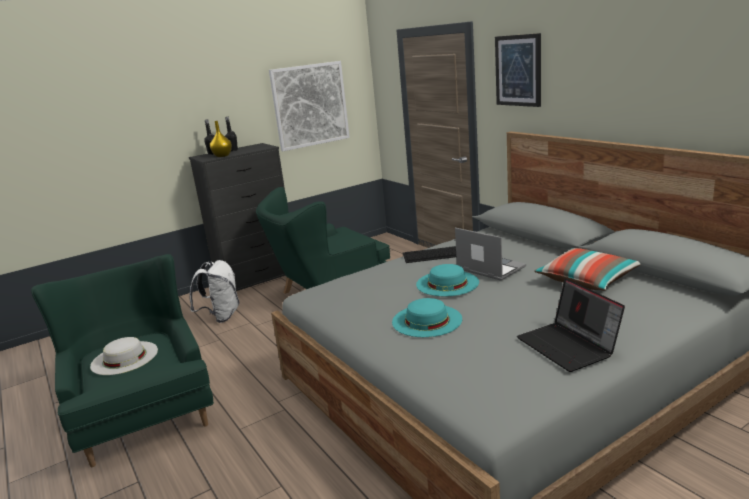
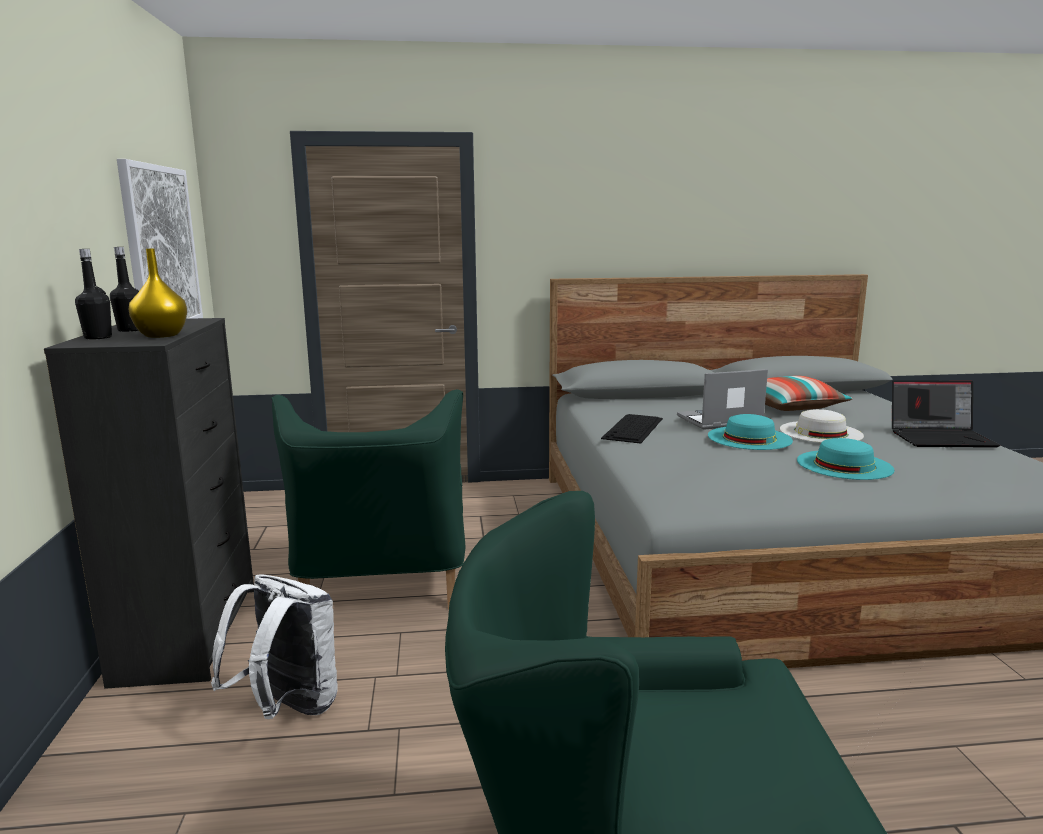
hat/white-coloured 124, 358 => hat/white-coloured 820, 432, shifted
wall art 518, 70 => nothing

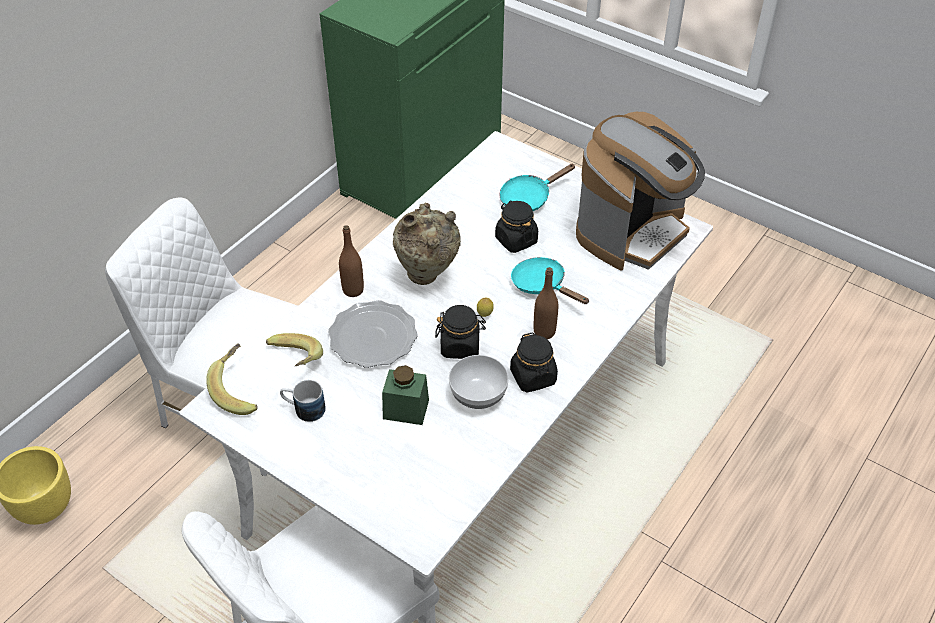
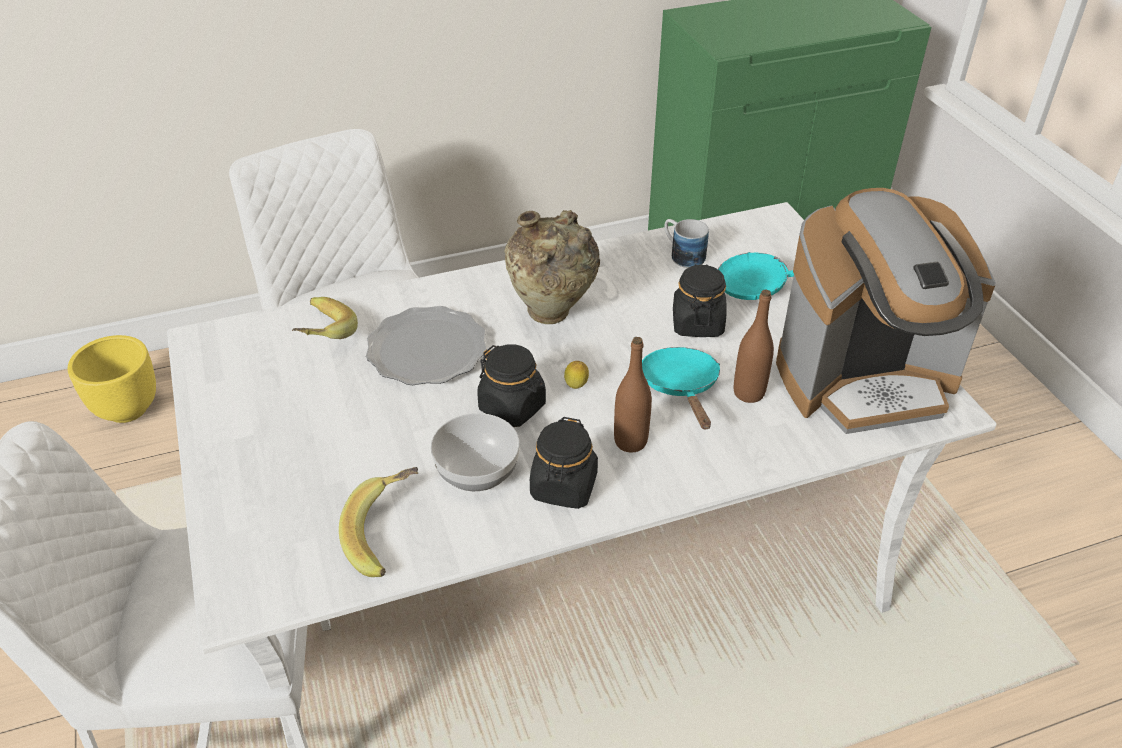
banana 239, 390 => banana 388, 535, shifted
tea mug 303, 409 => tea mug 682, 255, shifted
bottle/brown-coloured 353, 290 => bottle/brown-coloured 748, 393, shifted
preserve jar/green 406, 409 => nothing

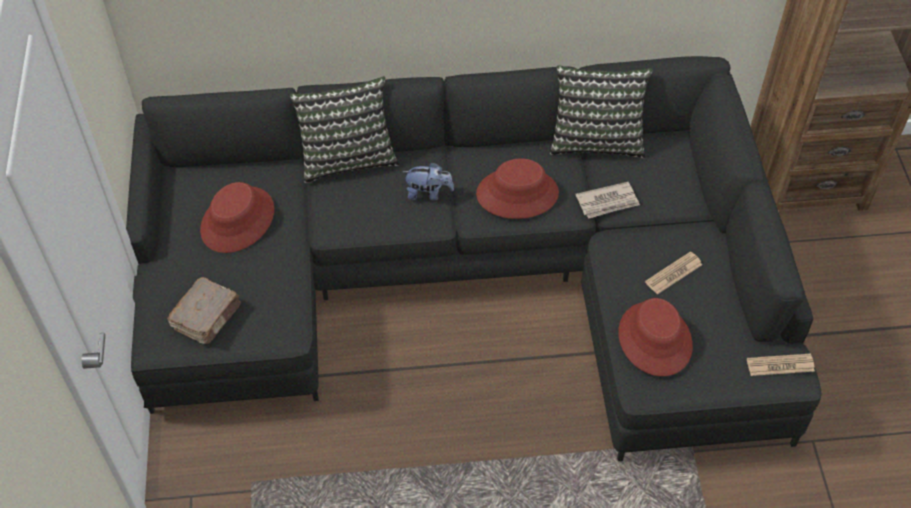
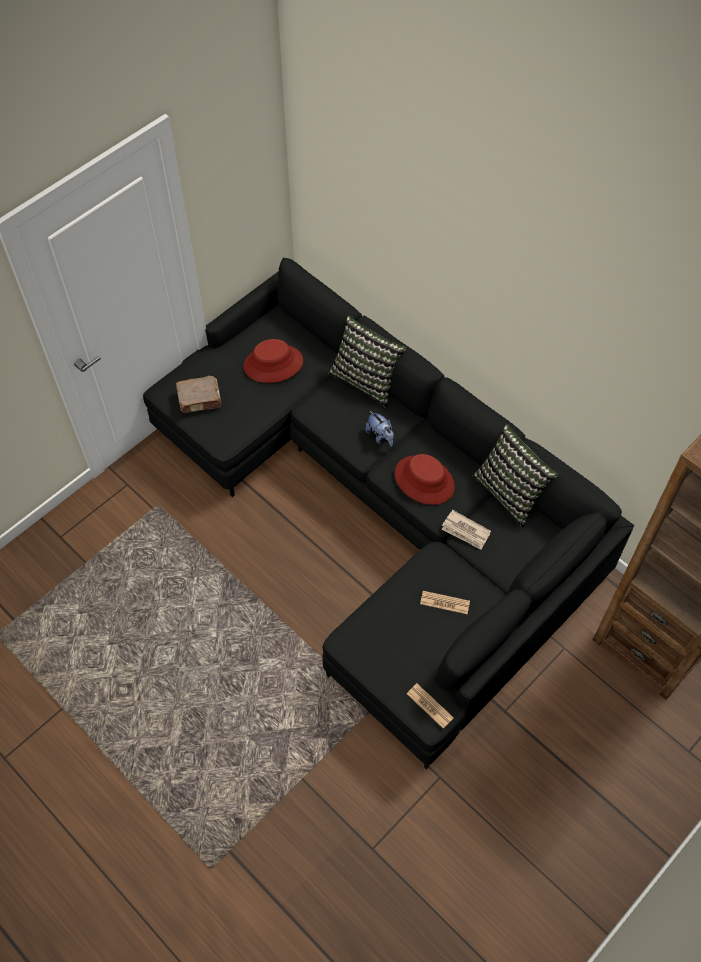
hat/red-coloured 654, 339 => nothing

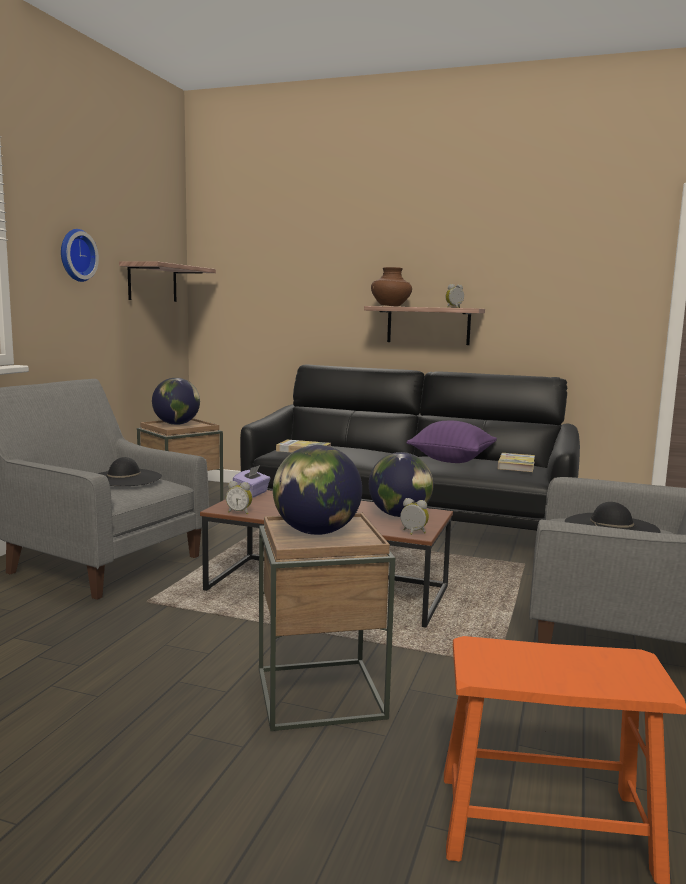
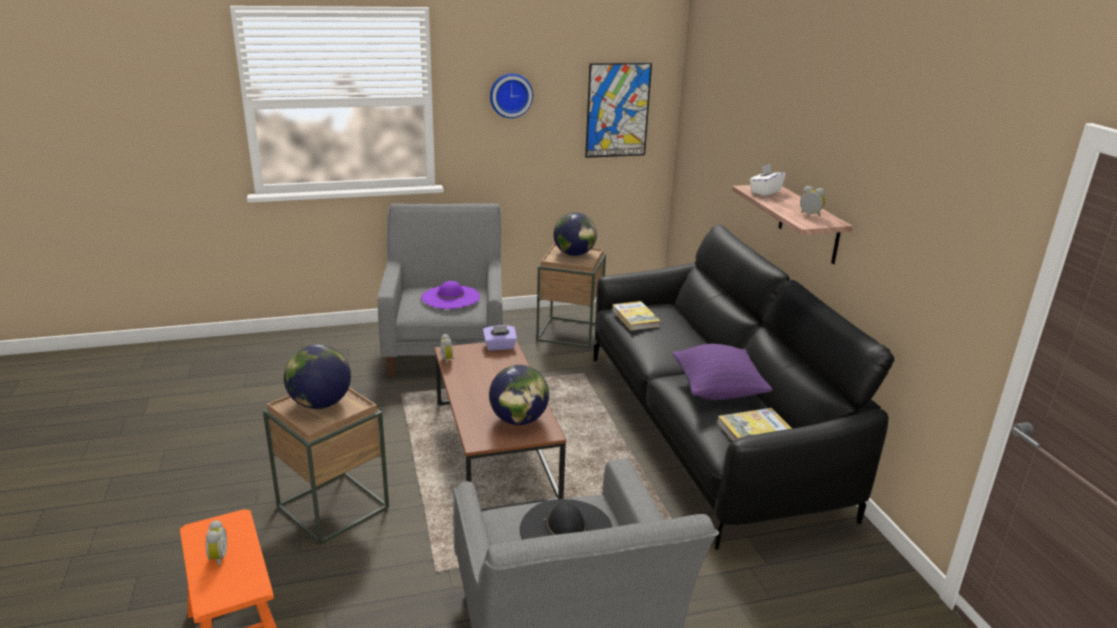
table clock 413, 533 => table clock 217, 558, shifted
hat/black 124, 478 => hat/purplish 450, 297
wall shelf 152, 283 => wall art 617, 110
vase/brown-coloured 391, 306 => tissue holder/white-coloured 765, 191

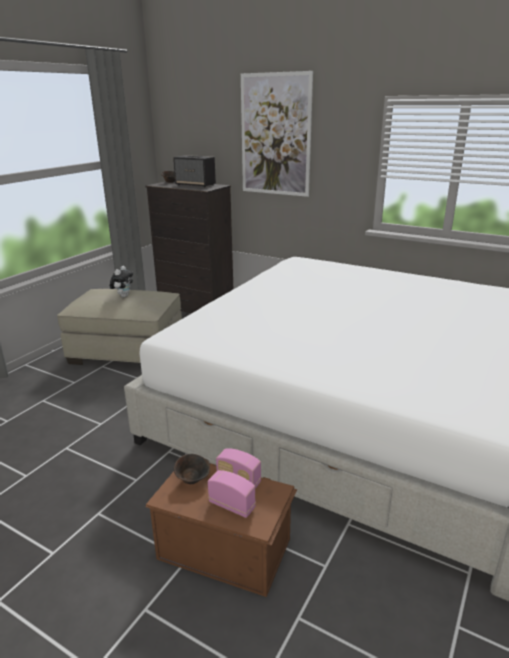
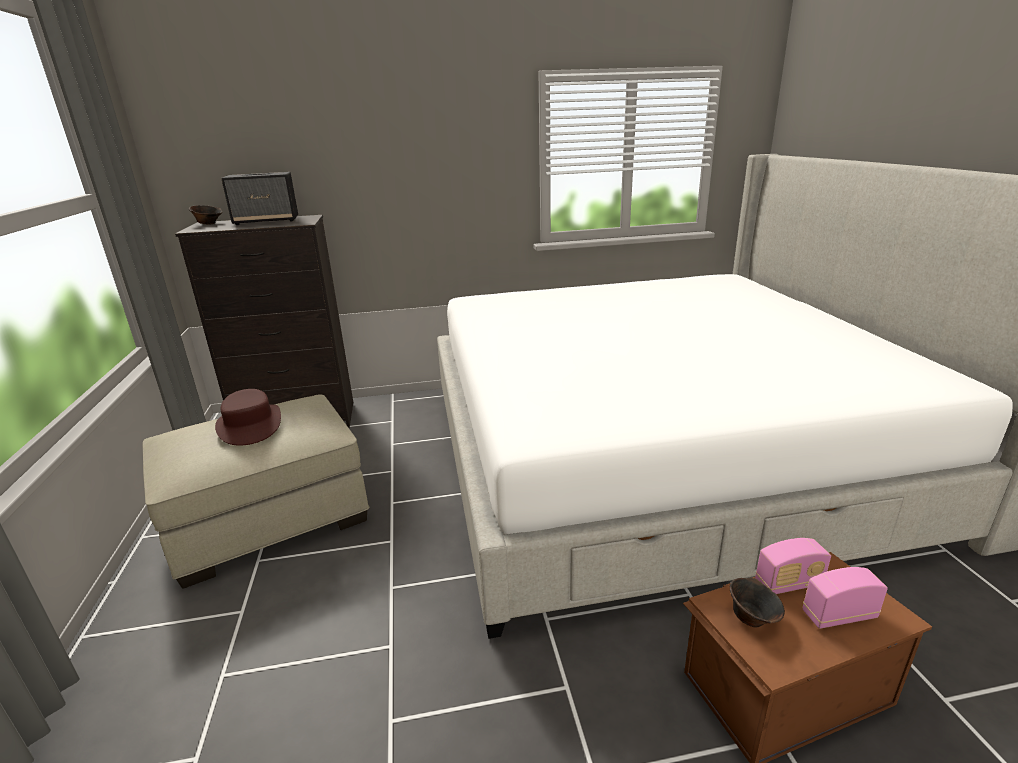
plush toy 123, 296 => hat/brown-coloured 250, 425
wall art 275, 135 => nothing

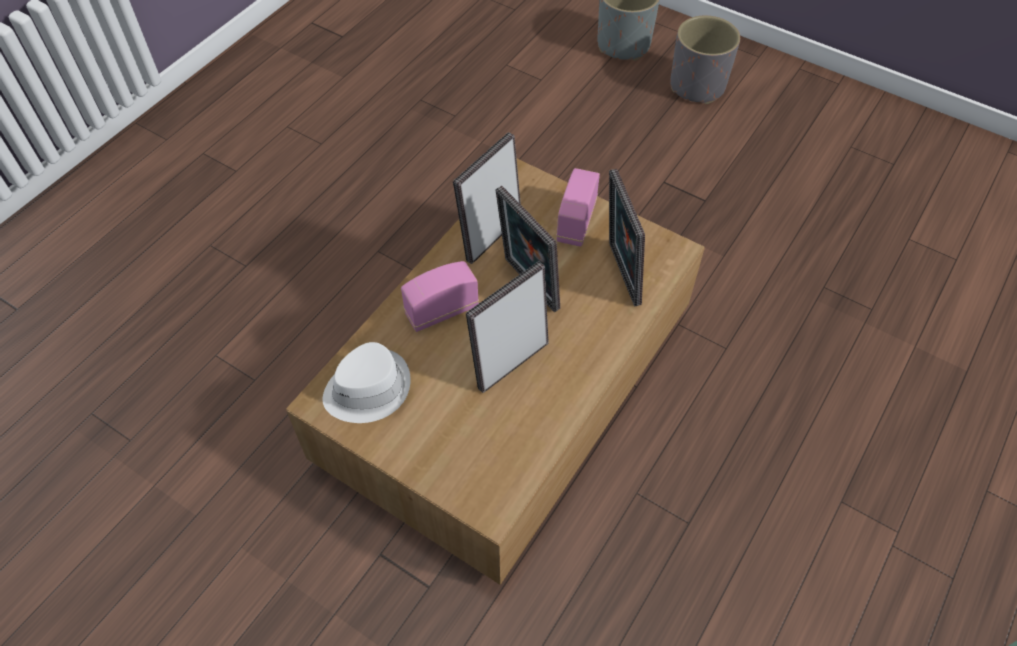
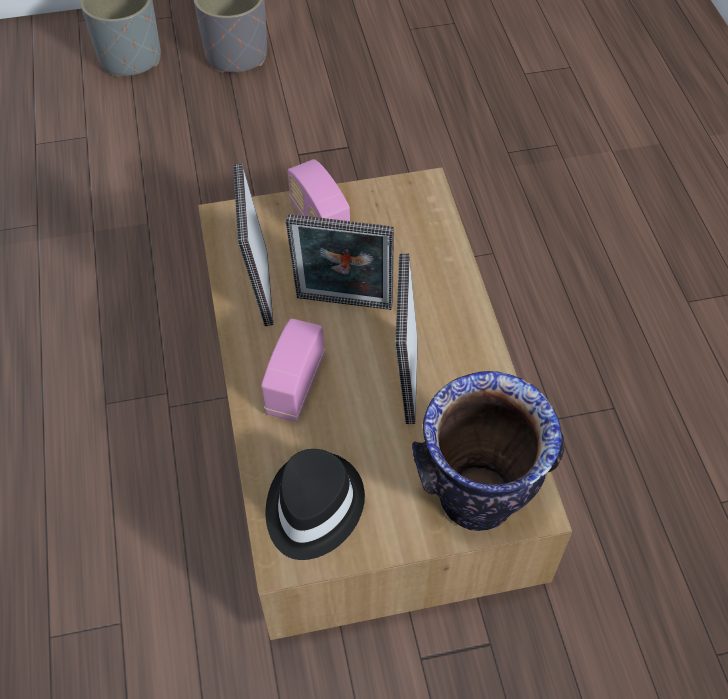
hat/white-coloured 367, 388 => hat/black 312, 507
nothing => vase 477, 499
standing frame 619, 274 => nothing

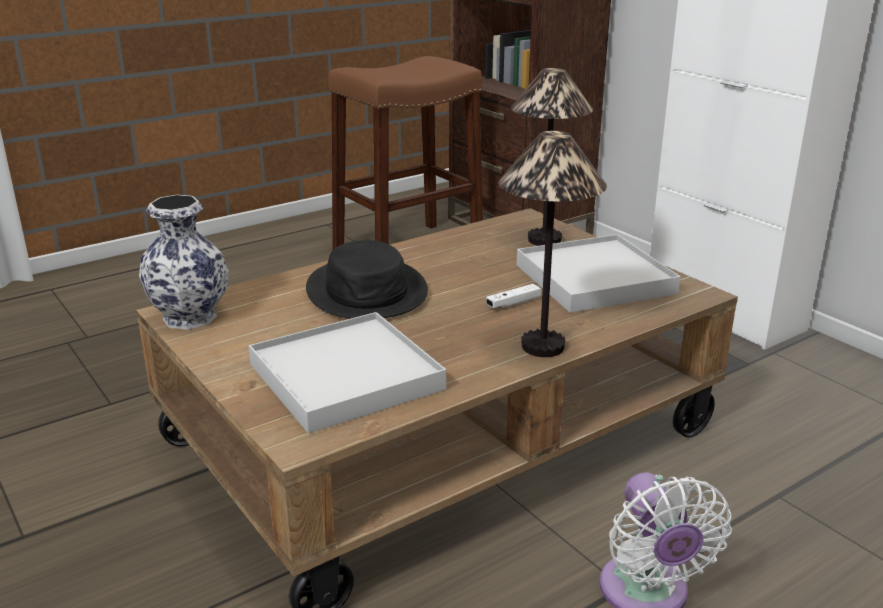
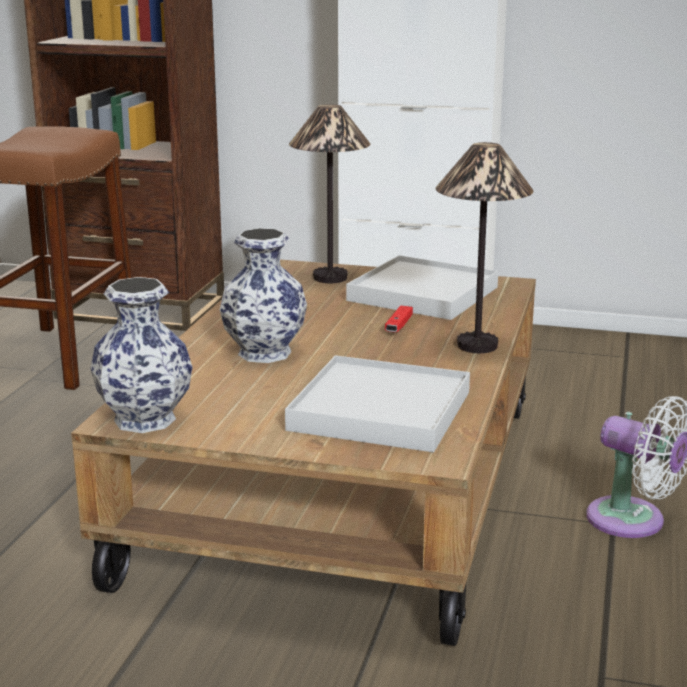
hat/black 367, 291 => vase 265, 352
gamepad/white-coloured 513, 303 => gamepad/red-coloured 399, 326

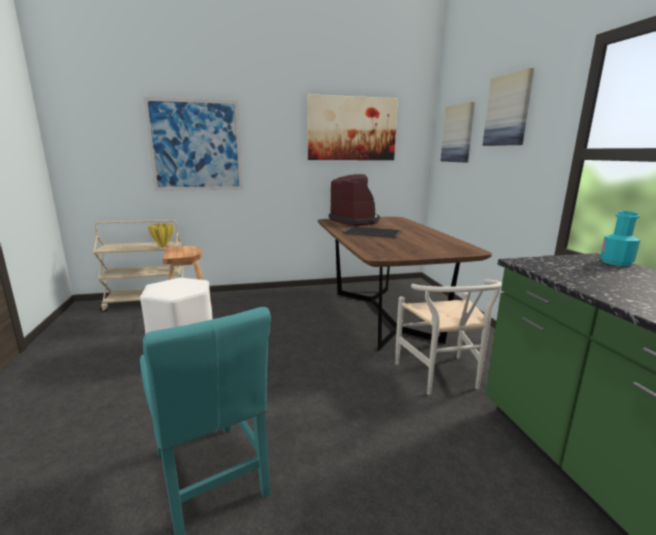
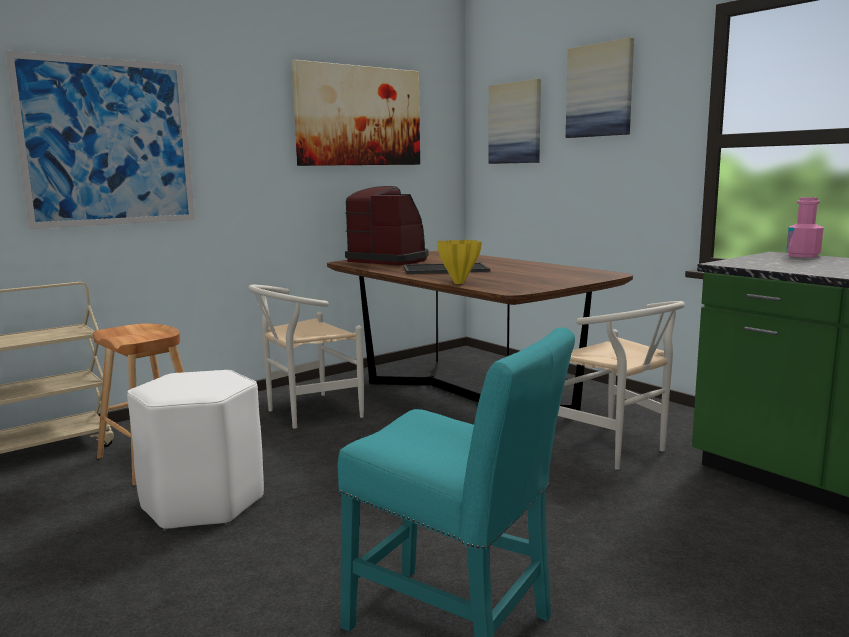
nothing => plain chair/white-coloured 306, 413
vase/yellow 163, 247 => vase/yellow 459, 283, shifted
bottle/blue-green 616, 262 => bottle/pinkish 803, 255

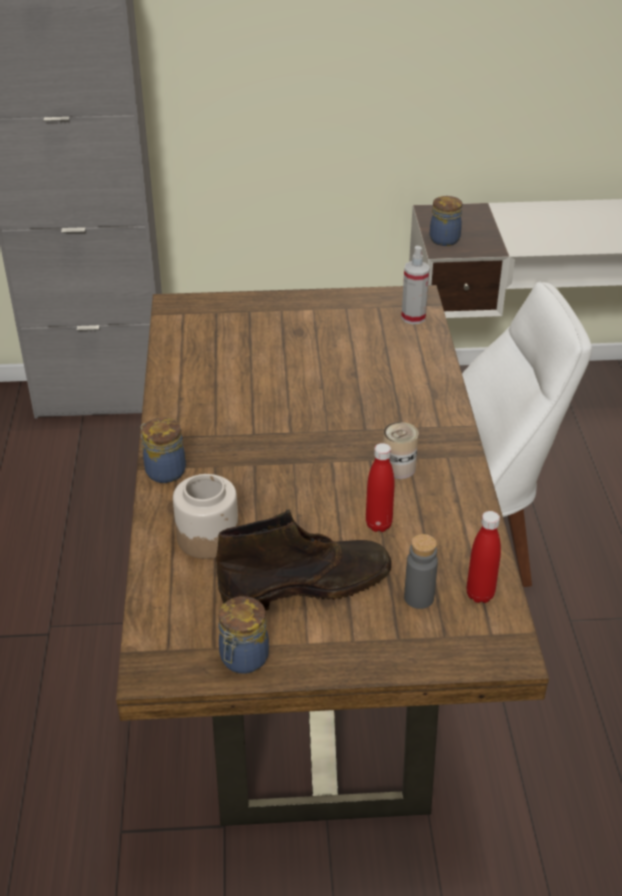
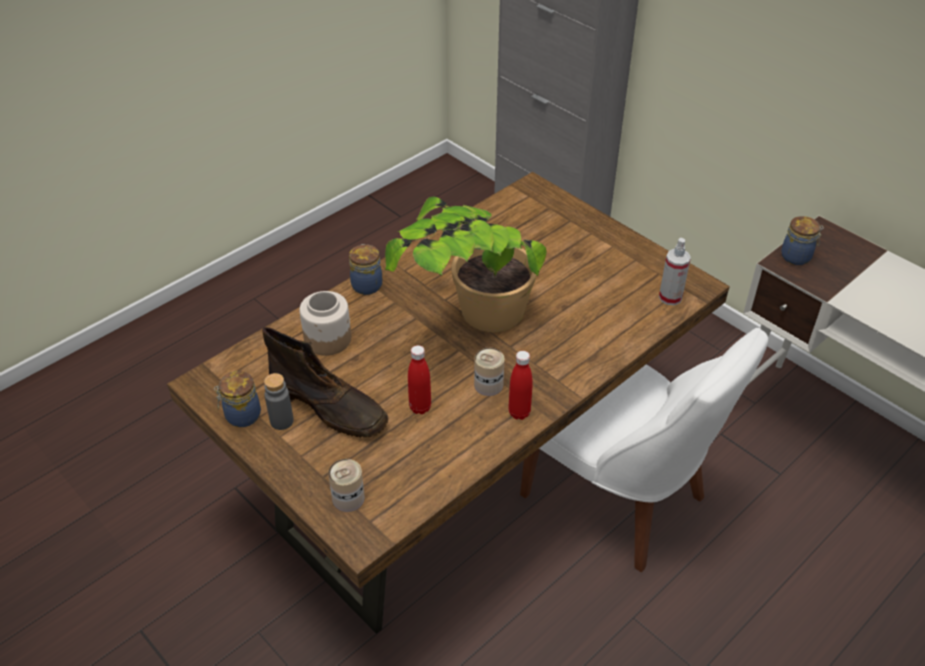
bottle/gray 419, 598 => bottle/gray 282, 421, shifted
nothing => can 348, 498
nothing => potted plant 466, 326
bottle/red-coloured 480, 594 => bottle/red-coloured 519, 413, shifted

